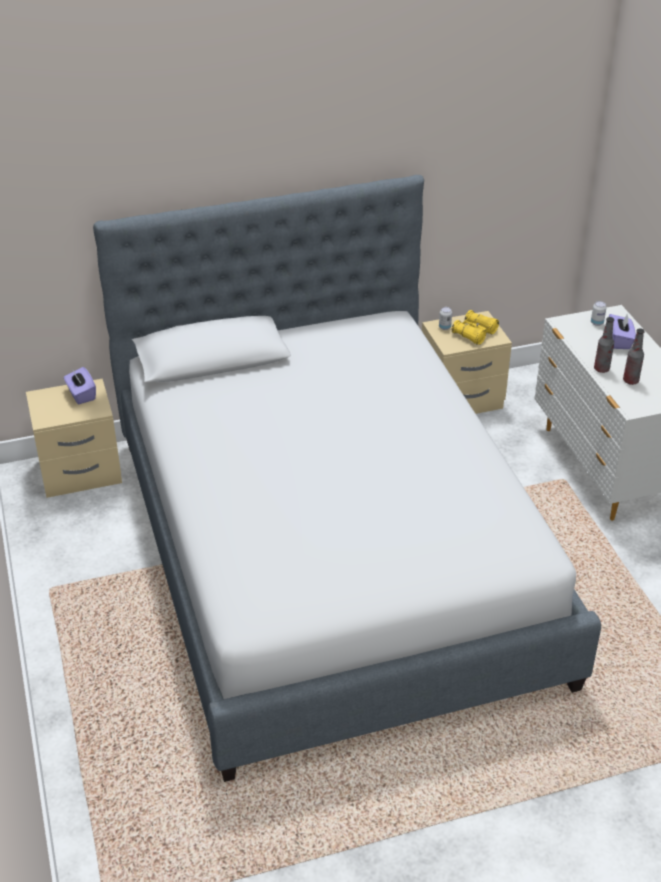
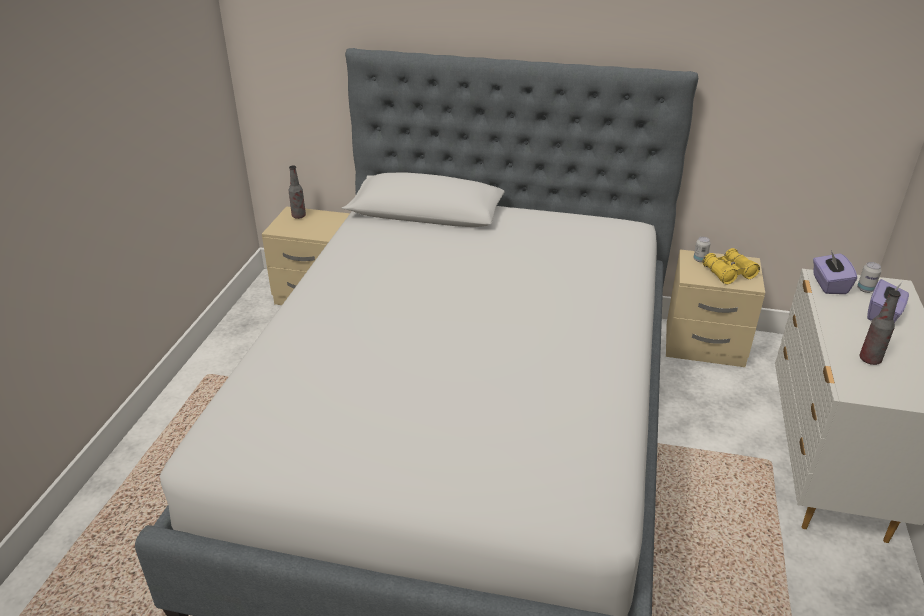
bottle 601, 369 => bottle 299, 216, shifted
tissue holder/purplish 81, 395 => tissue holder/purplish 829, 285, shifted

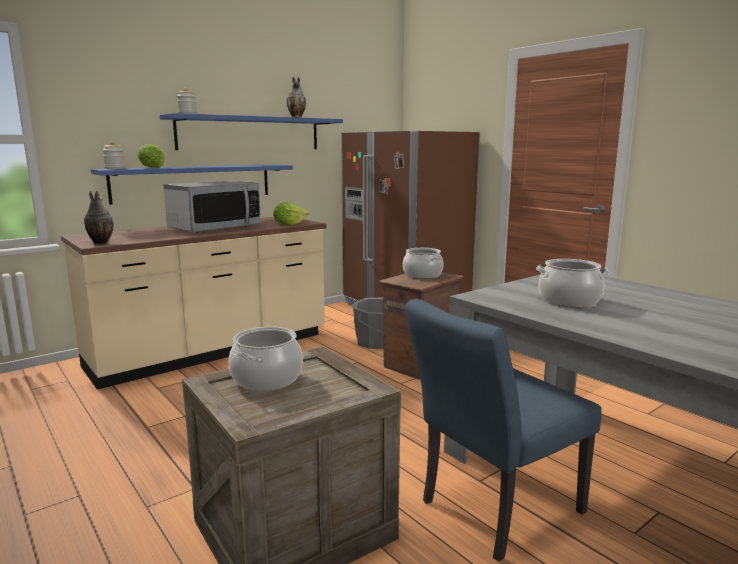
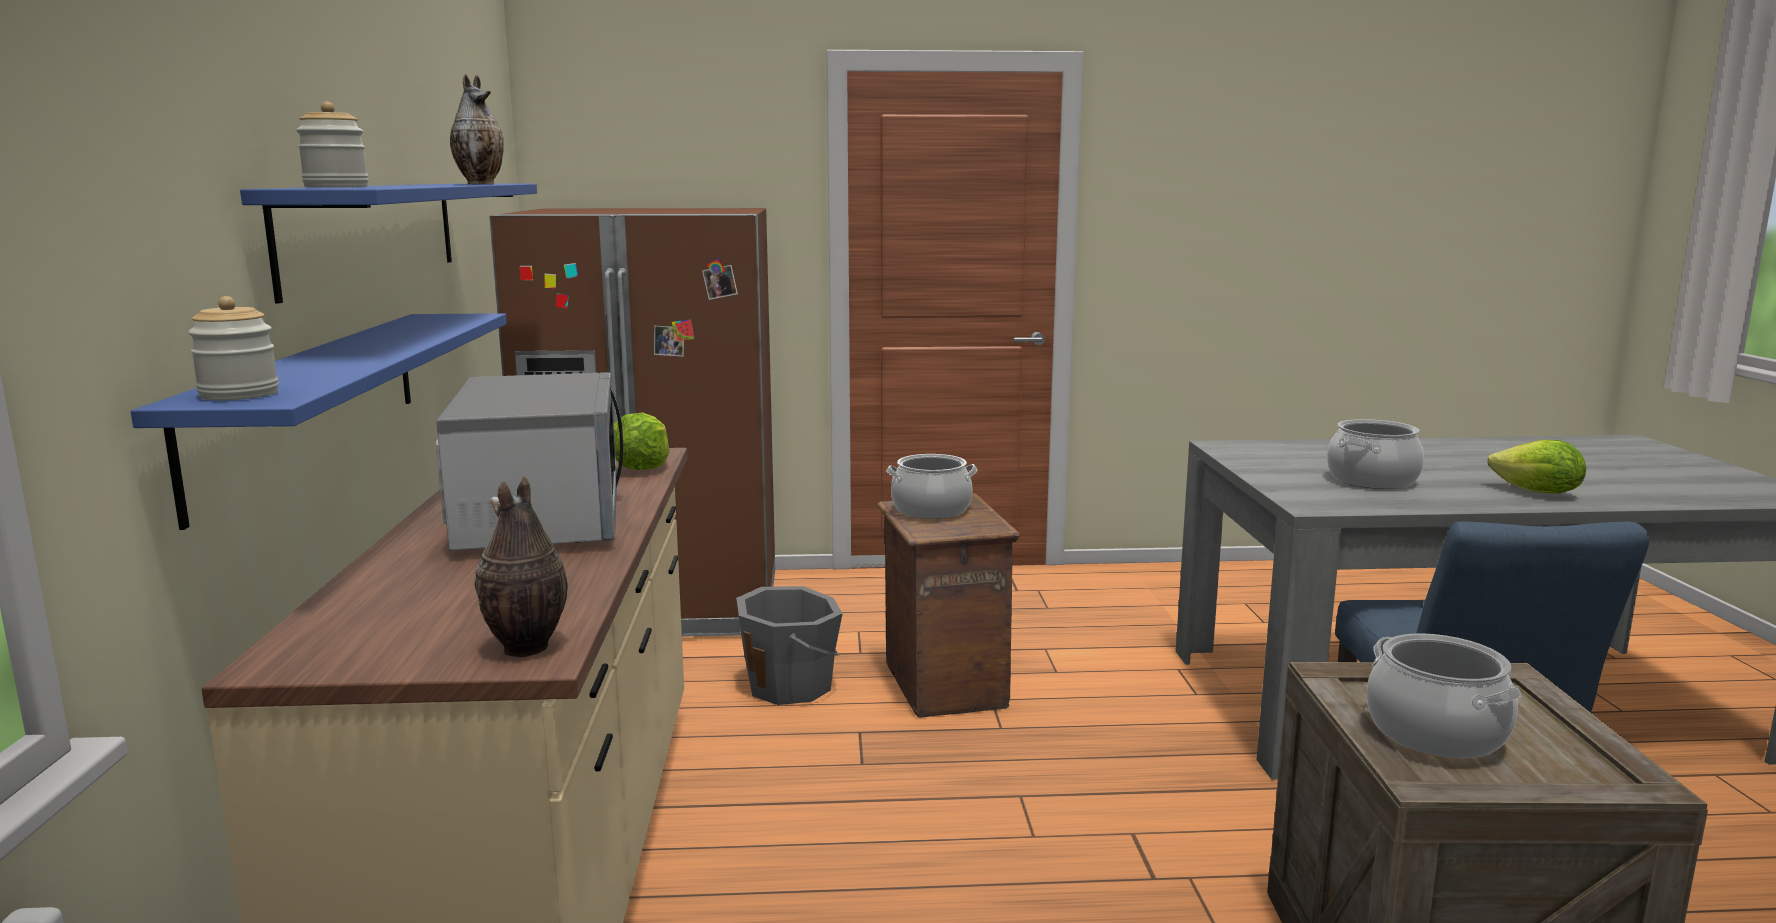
lettuce head 153, 168 => lettuce head 1537, 493, shifted

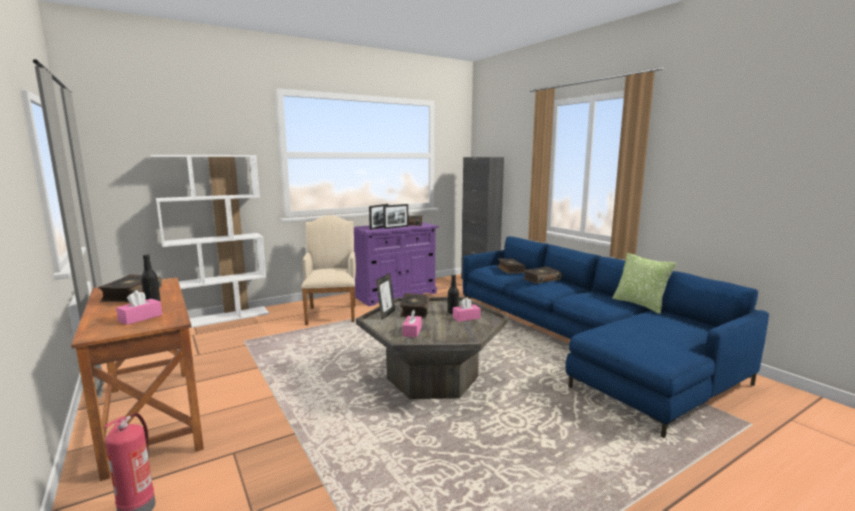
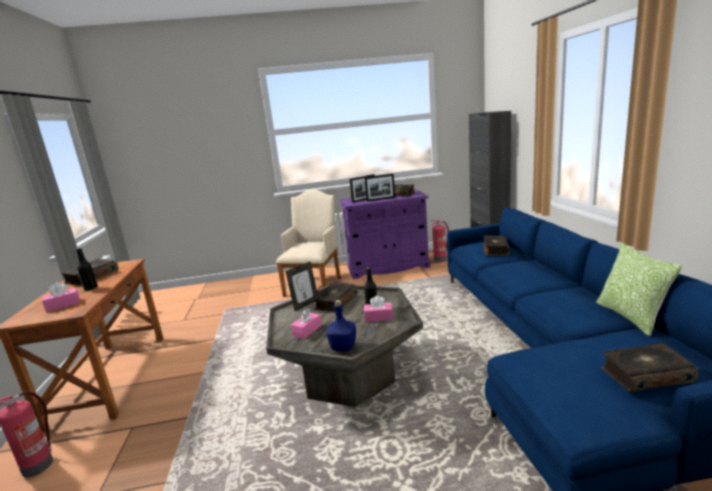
nothing => bottle/bluish 343, 347
nothing => extinguisher 440, 259
volume 541, 279 => volume 645, 375, shifted
bookcase/white-coloured 222, 318 => nothing

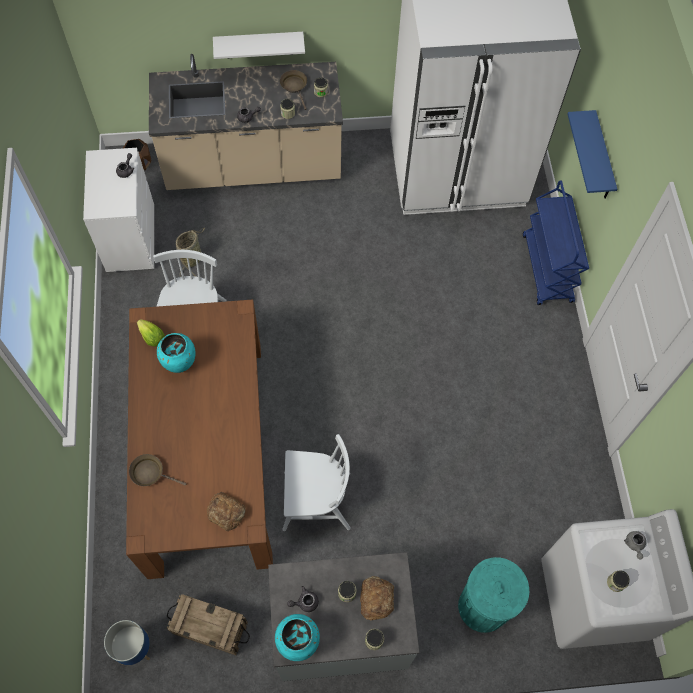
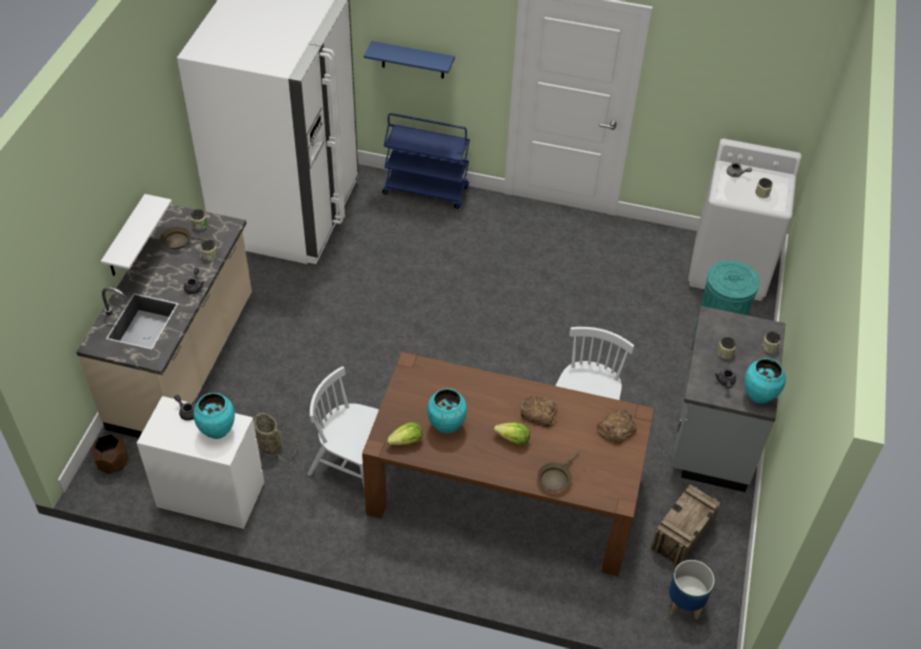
nothing => vase/blue-green 217, 431
nothing => lettuce head 513, 439
bakery bread 376, 598 => bakery bread 538, 413, shifted

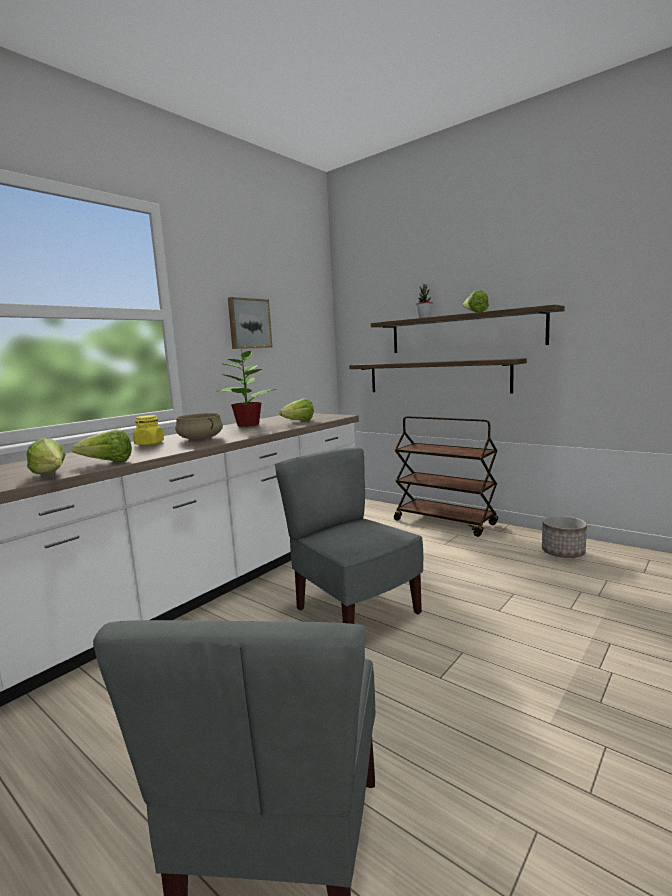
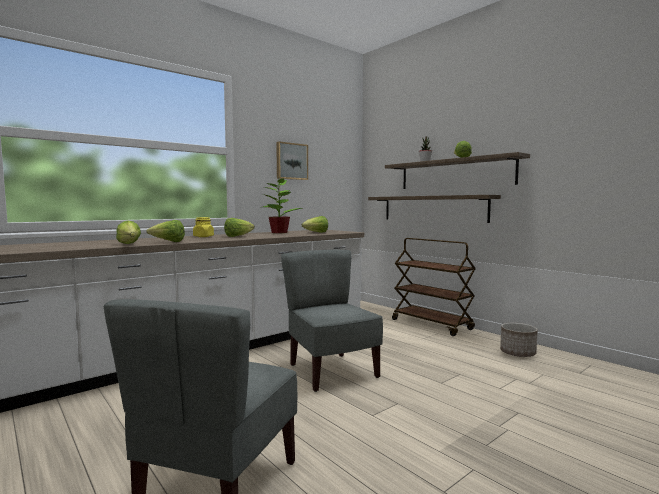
saucepot/beige 200, 439 => lettuce head 238, 236

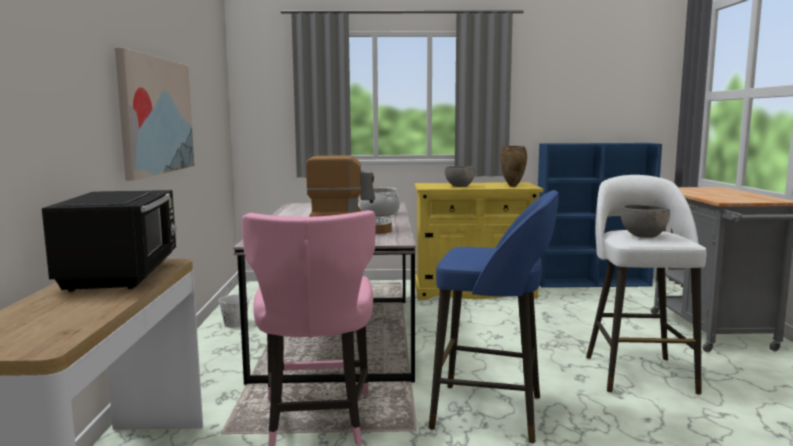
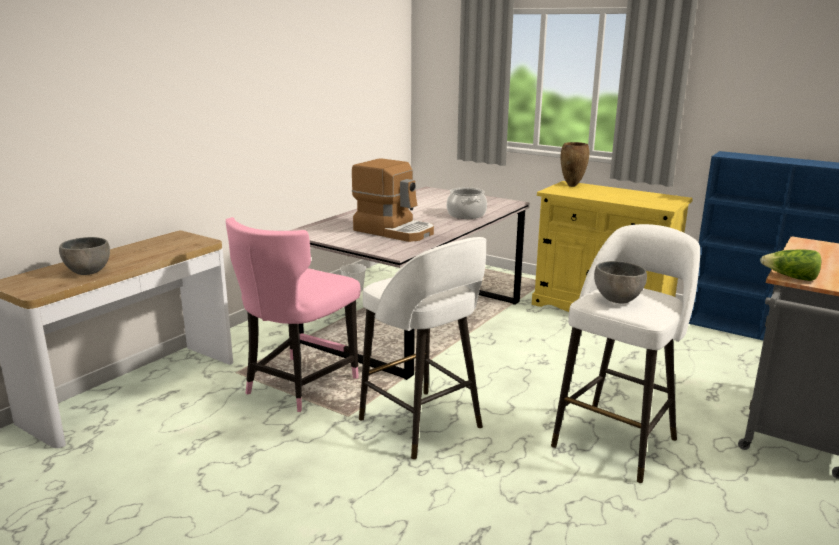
bowl/gray 460, 186 => bowl/gray 88, 272, shifted
stool seat/bluish 491, 413 => stool seat/white-coloured 422, 425
vase/brown-coloured 513, 186 => vase/brown-coloured 572, 186, shifted
nothing => lettuce head 790, 278
microwave oven/black 123, 274 => nothing
wall art 155, 115 => nothing

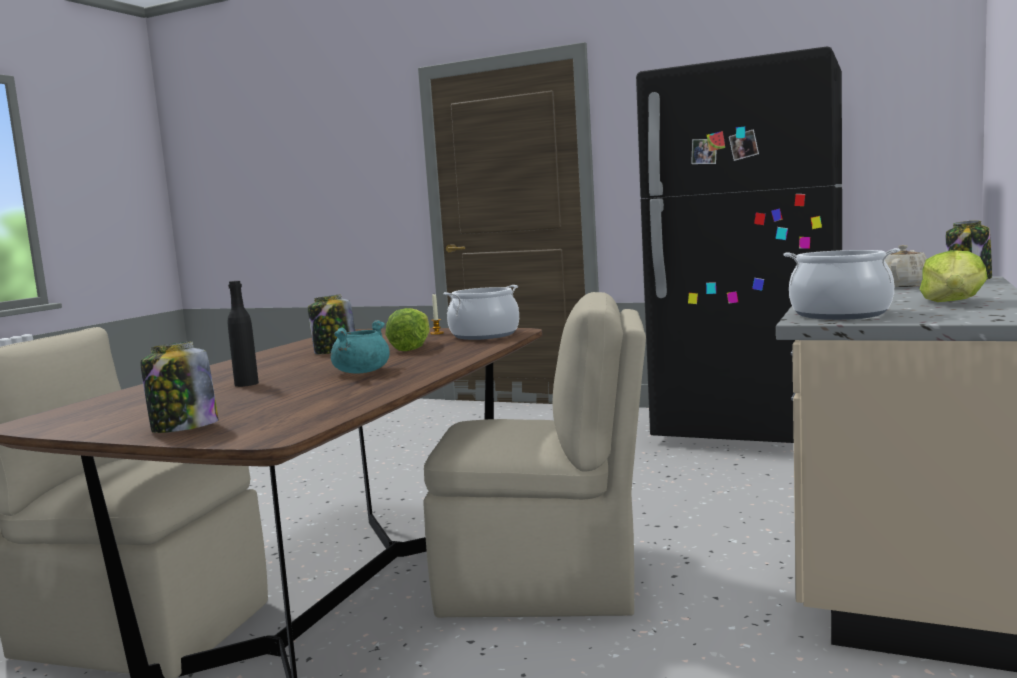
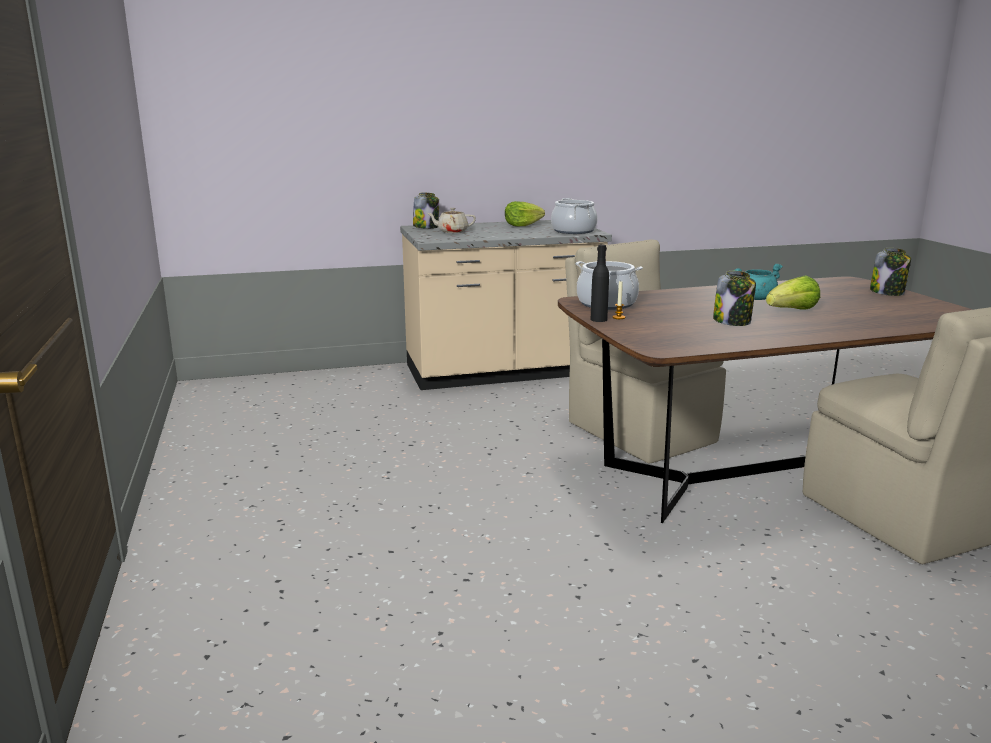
bottle/black 246, 384 => bottle/black 598, 319, shifted
lettuce head 412, 348 => lettuce head 792, 311, shifted
kitchen fridge/black 750, 430 => nothing

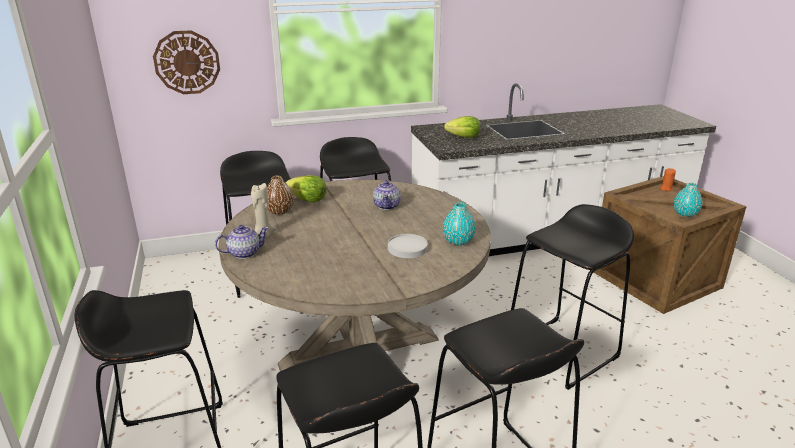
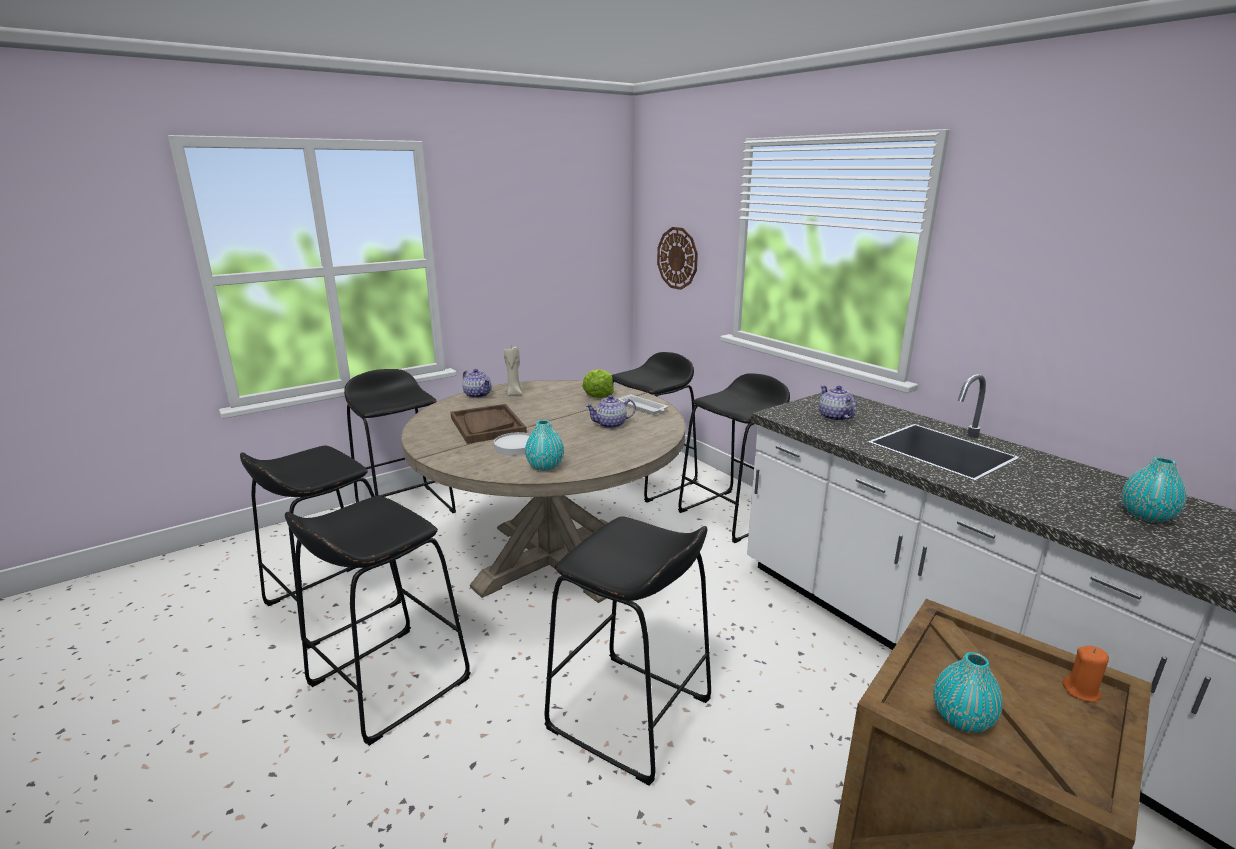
nothing => carrying tray/brown-coloured 487, 426
nothing => carrying tray/white-coloured 643, 408
lettuce head 463, 137 => tea pot 834, 417
nothing => vase/blue-green 1146, 516
vase/brown-coloured 279, 211 => nothing

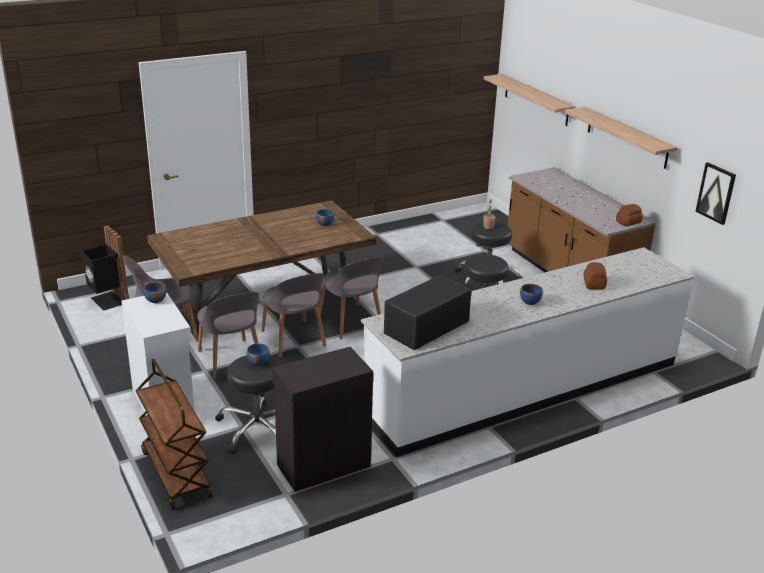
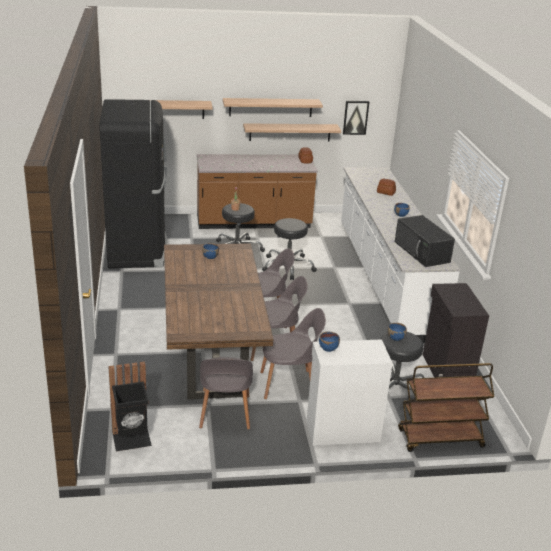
nothing => kitchen fridge/black 138, 249
nothing => wall shelf 290, 132

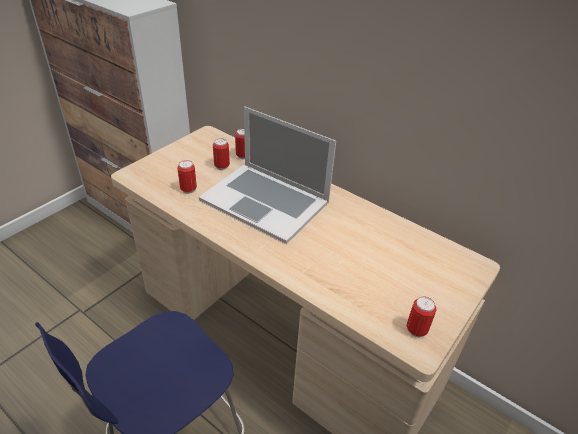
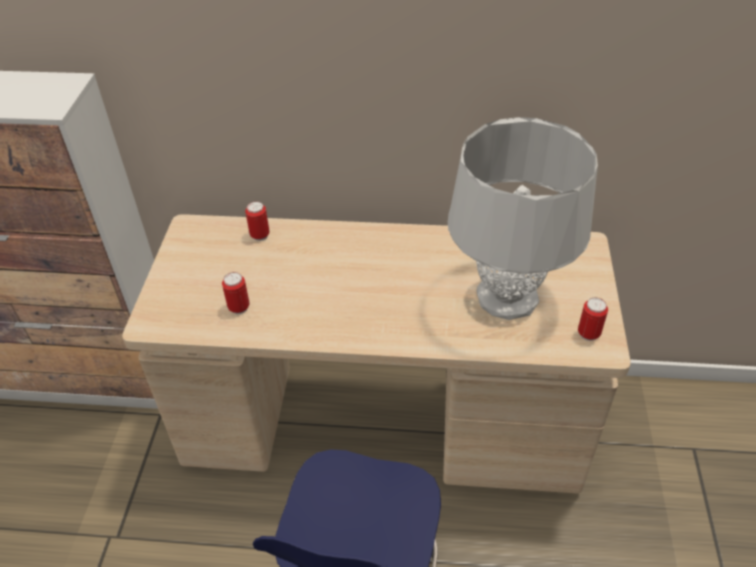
nothing => tabletop lamp/gray 507, 296
laptop 265, 201 => nothing
can 222, 166 => nothing

